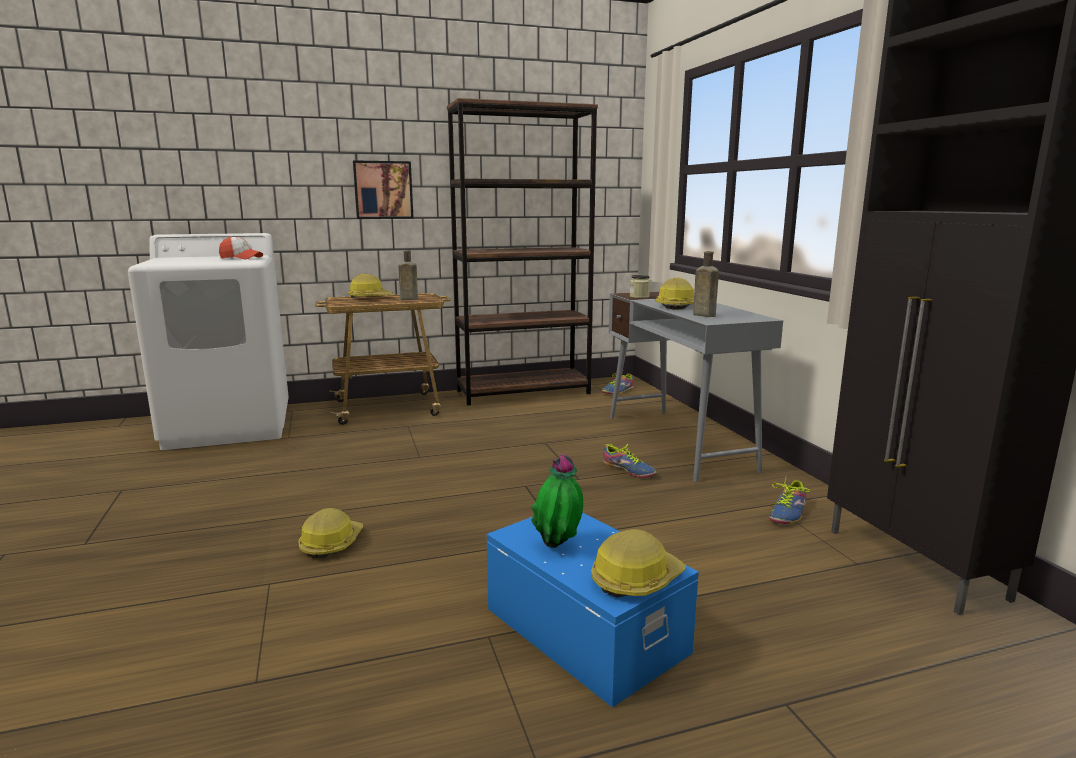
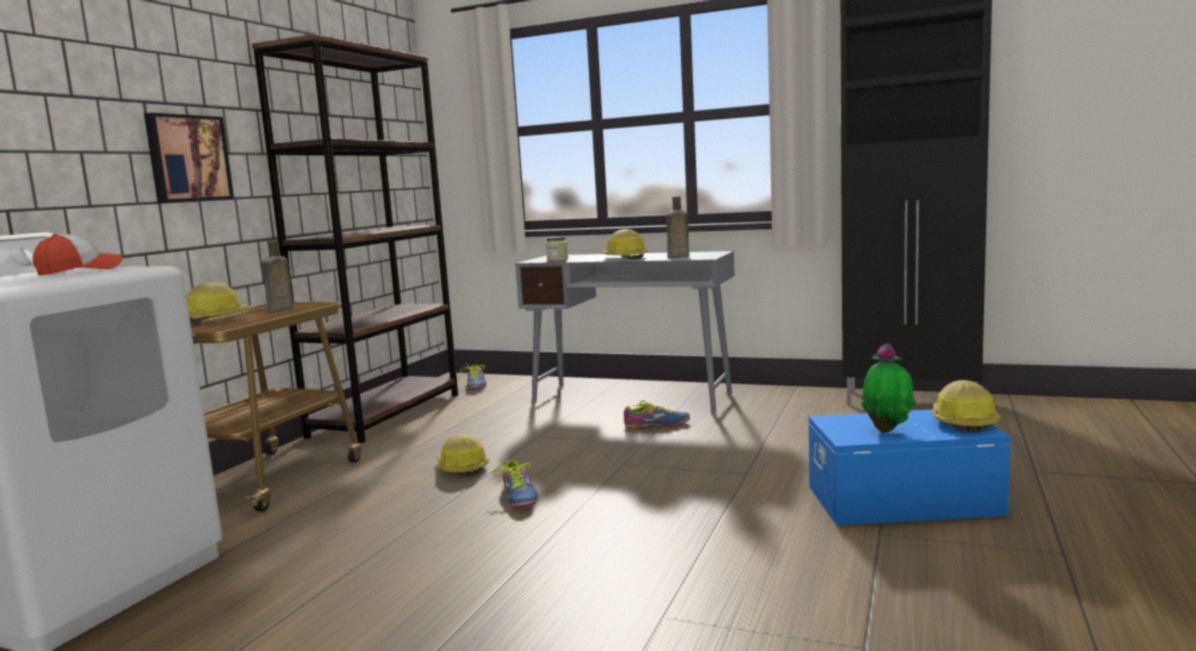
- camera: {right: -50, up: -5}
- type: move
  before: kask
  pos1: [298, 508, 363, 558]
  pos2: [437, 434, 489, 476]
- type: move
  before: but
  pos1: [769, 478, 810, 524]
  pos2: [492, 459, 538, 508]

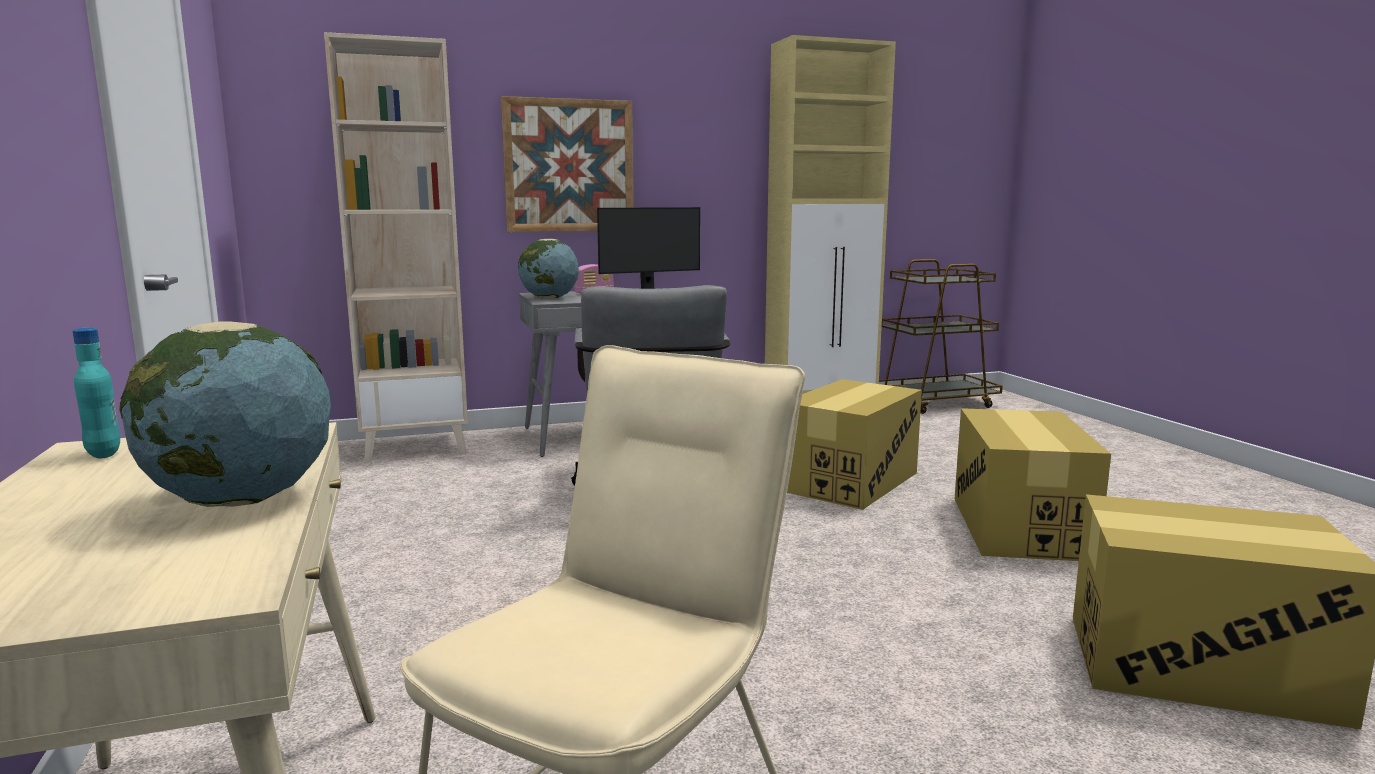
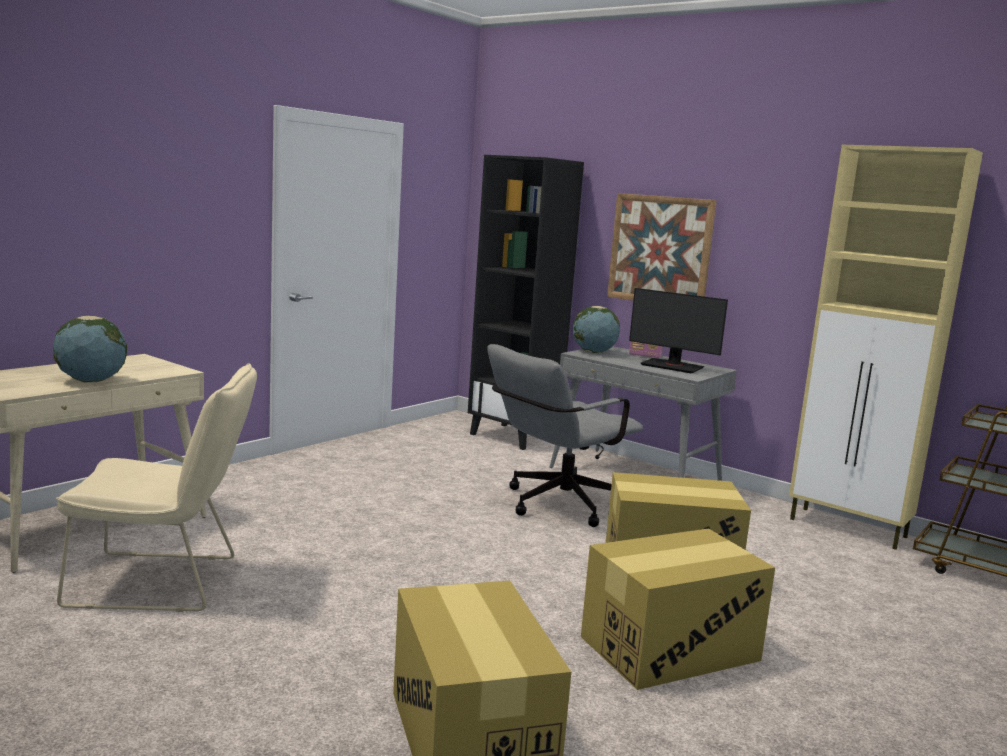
- camera: {right: 55, up: 0}
- type: delete
  before: butelka/turkusowy
  pos1: [73, 328, 120, 458]
- type: recolor
  before: regał/beżowy
  after: regał/czarny
  pos1: [324, 32, 468, 463]
  pos2: [468, 155, 584, 450]

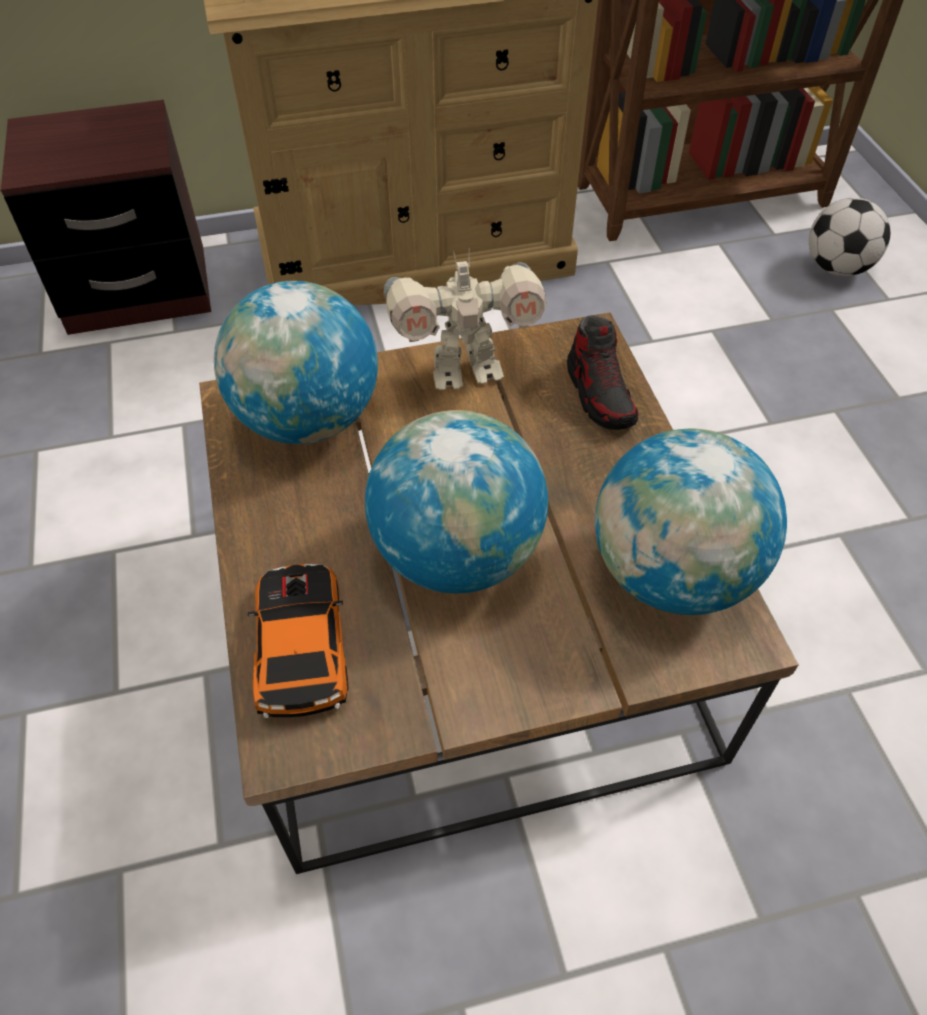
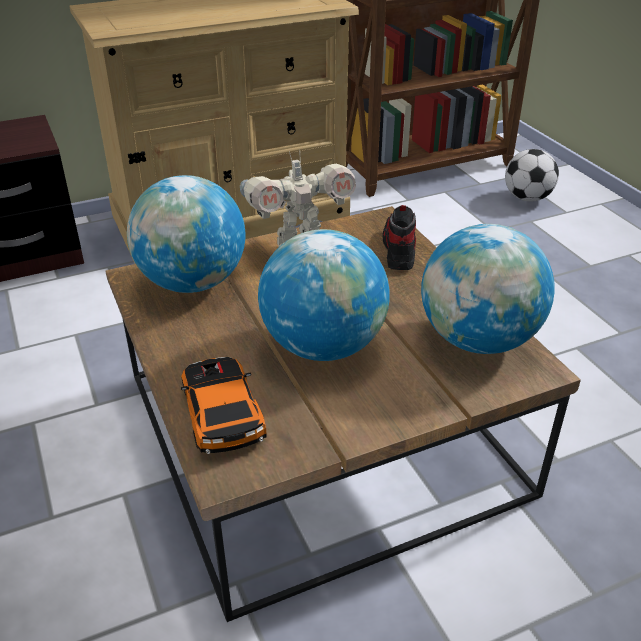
- camera: {right: -10, up: -15}
- type: rotate
  before: but
  pos1: [567, 316, 639, 430]
  pos2: [383, 205, 416, 270]
  turn: -150

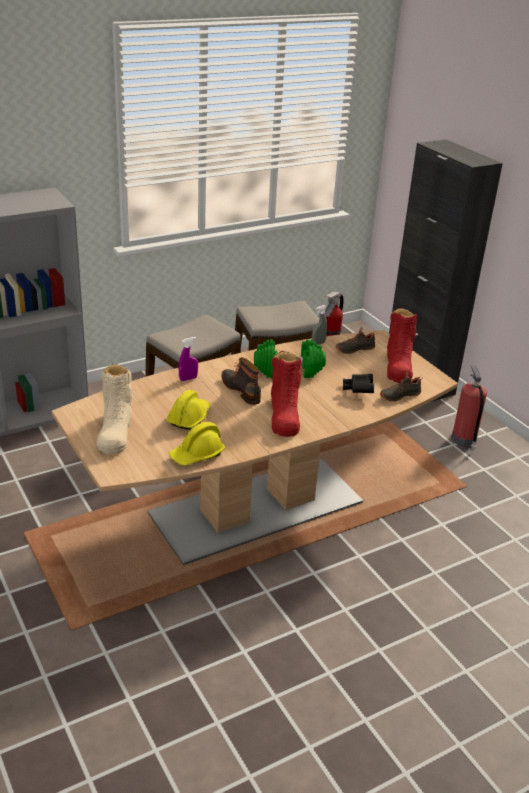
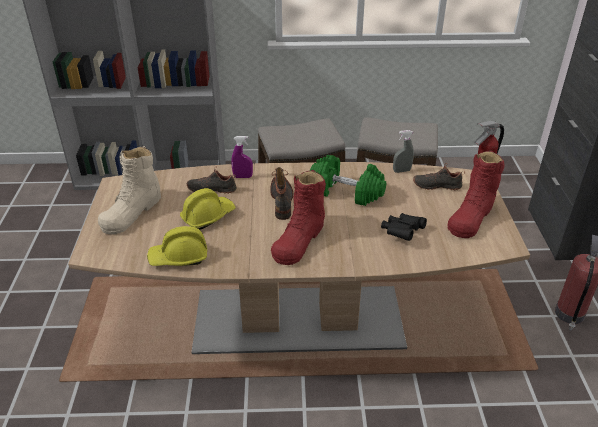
- camera: {right: 30, up: 5}
- type: move
  before: but/czarny
  pos1: [380, 372, 423, 402]
  pos2: [187, 167, 237, 194]

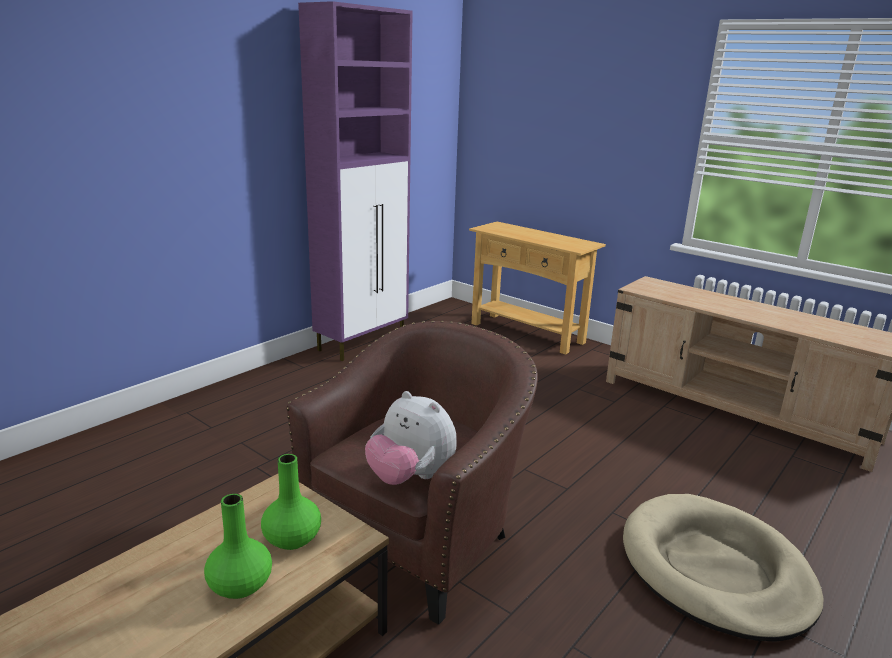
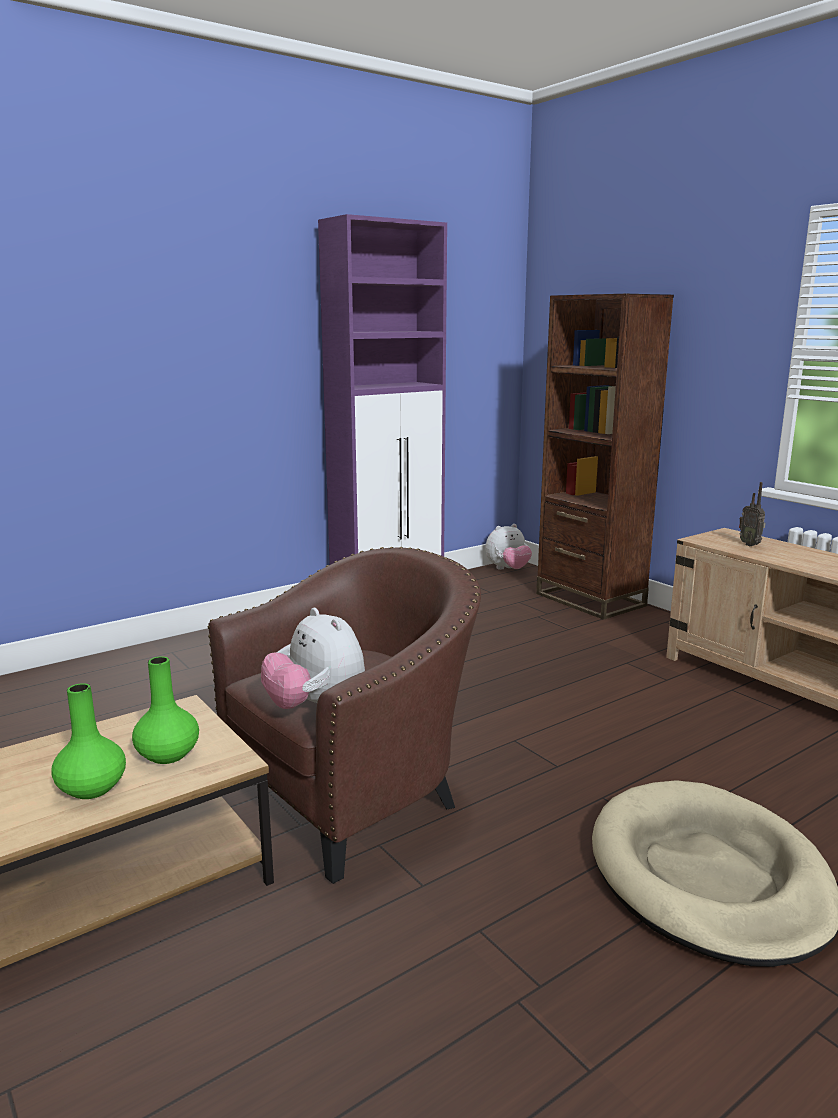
- camera: {right: 15, up: -5}
- type: insert
  after: pluszak
  pos2: [486, 524, 532, 570]
- type: insert
  after: radio
  pos2: [739, 482, 766, 546]
- type: replace
  before: stolik konsolowy/beżowy
  after: regał/brązowy
  pos1: [469, 221, 606, 355]
  pos2: [536, 294, 674, 620]

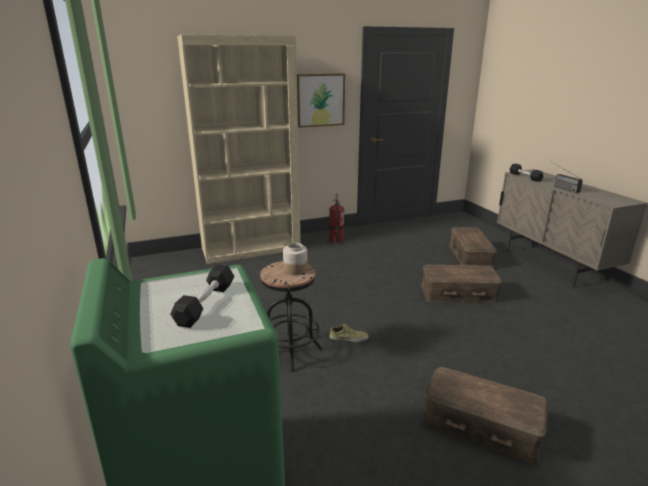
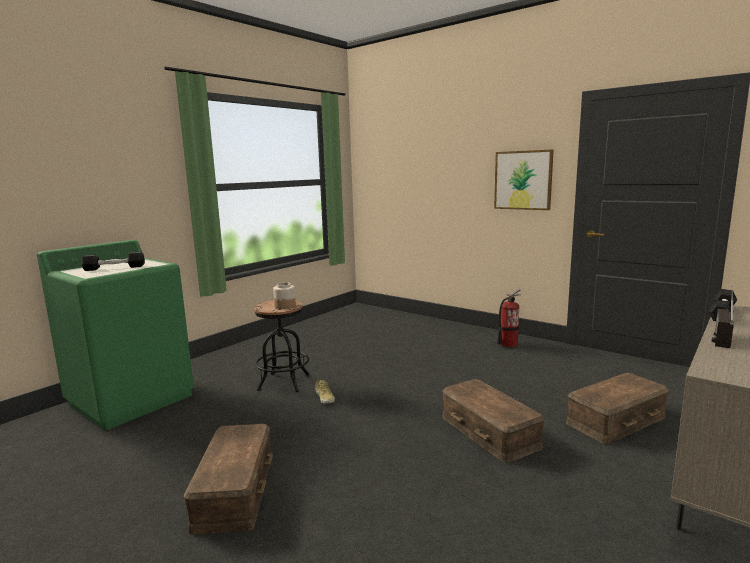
- camera: {right: 60, up: -10}
- type: delete
  before: regał/beżowy
  pos1: [177, 34, 301, 264]

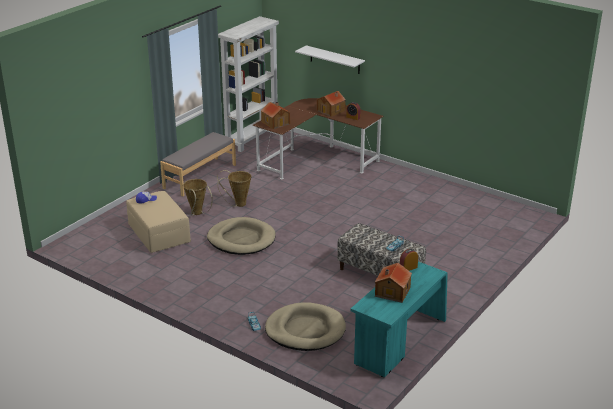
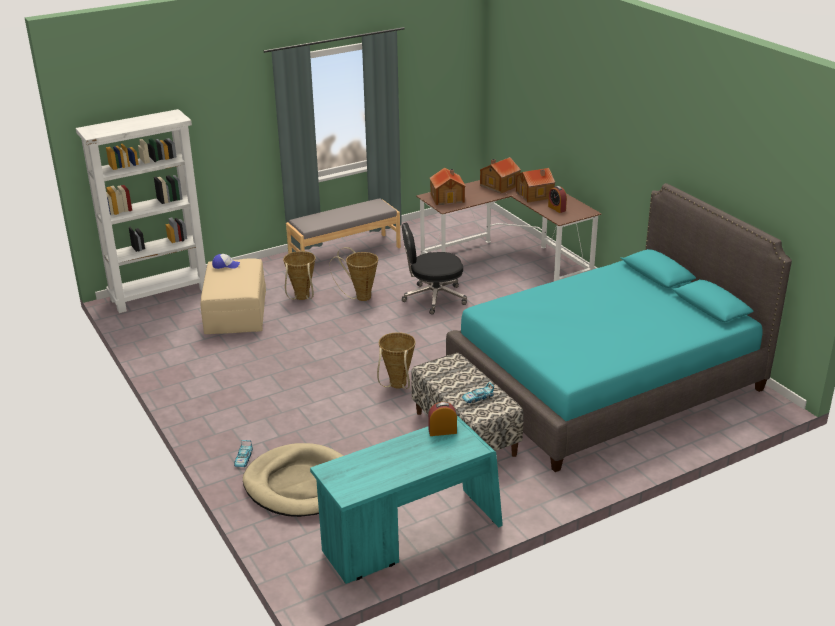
- camera: {right: 25, up: 0}
- type: delete
  before: legowisko/beżowy
  pos1: [207, 217, 276, 255]
- type: delete
  before: półka/biały
  pos1: [295, 45, 365, 74]
- type: insert
  after: koszyk
  pos2: [377, 332, 416, 389]
- type: insert
  after: krzesło biurowe/czarny
  pos2: [402, 223, 467, 314]
- type: insert
  after: łóżko/turkusowy
  pos2: [446, 183, 792, 472]
- type: move
  before: regał/biały
  pos1: [218, 16, 279, 152]
  pos2: [76, 109, 206, 313]
- type: move
  before: domek
  pos1: [375, 263, 412, 303]
  pos2: [480, 157, 521, 194]

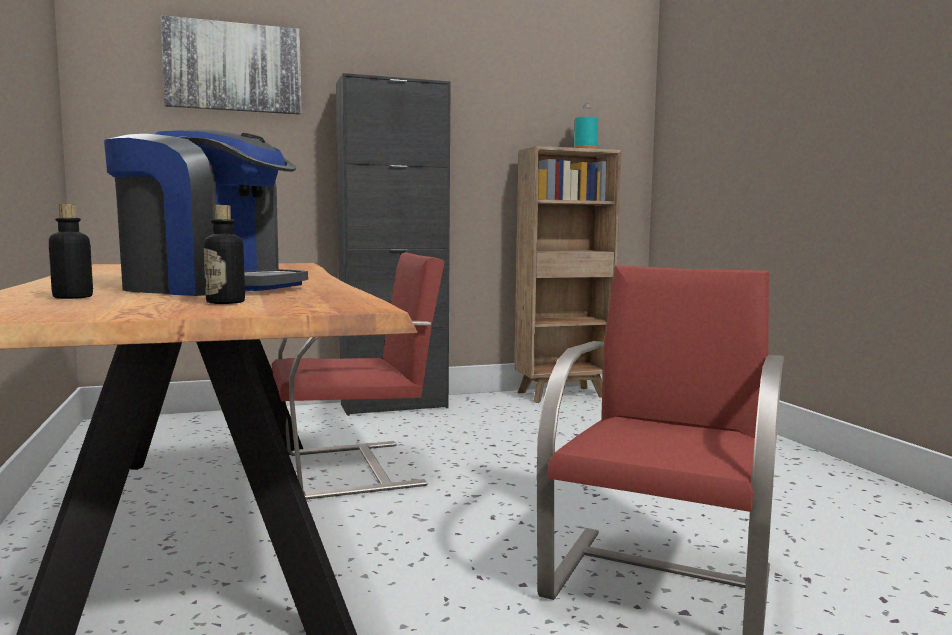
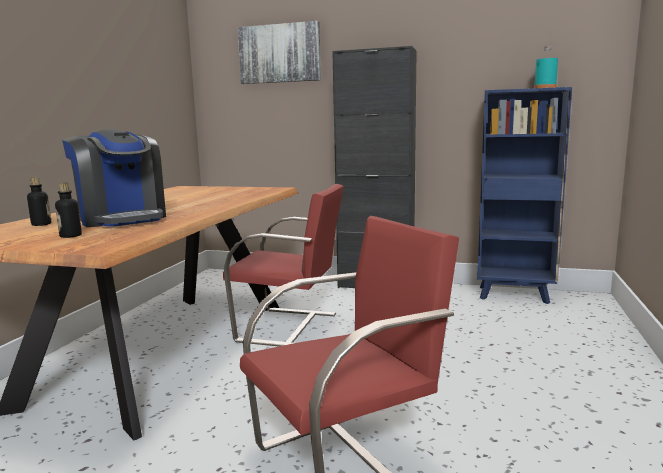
- camera: {right: 35, up: 5}
- type: recolor
  before: regał/brązowy
  after: regał/niebieski
  pos1: [514, 146, 621, 403]
  pos2: [477, 87, 572, 304]

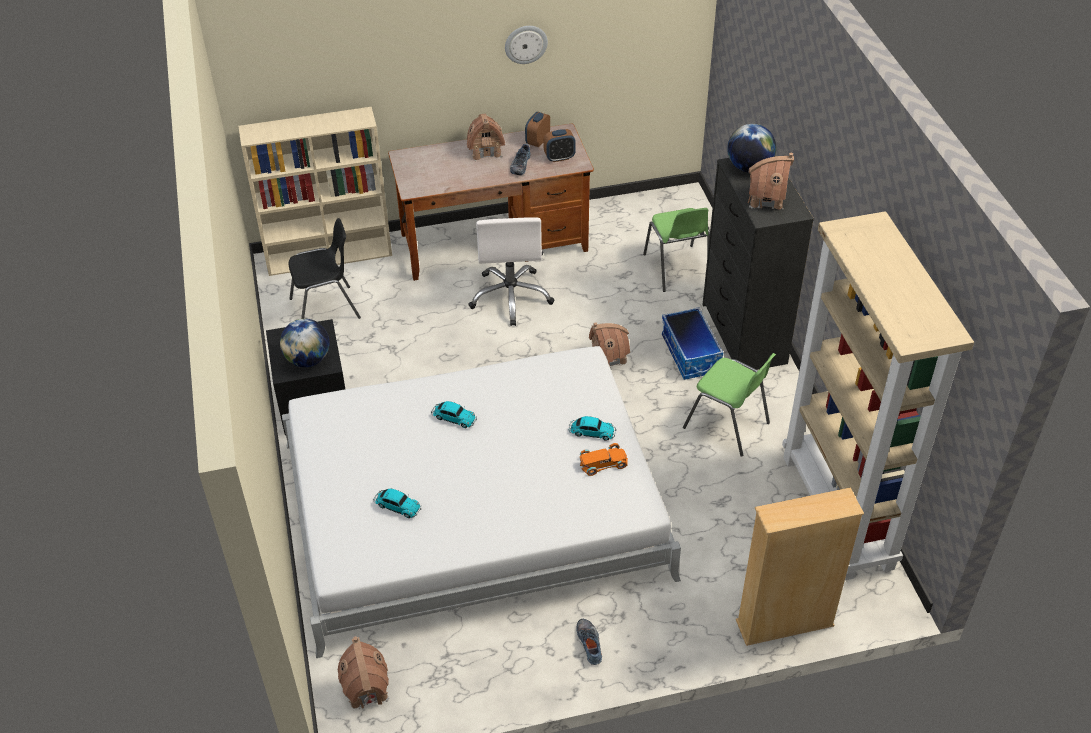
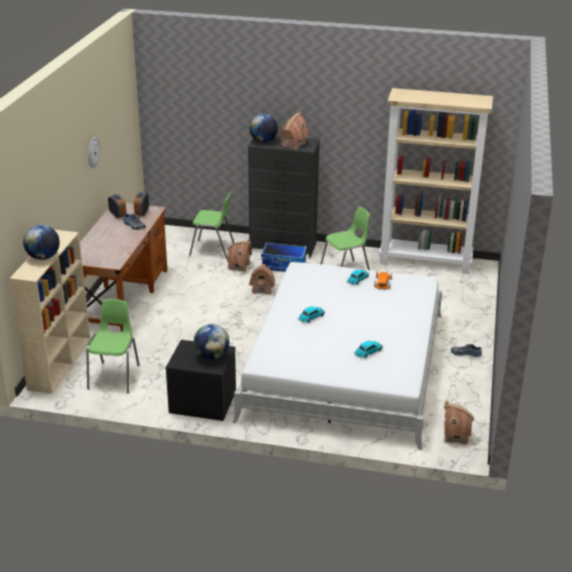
- camera: {right: -65, up: -15}
- type: delete
  before: krzesło biurowe/biały
  pos1: [468, 217, 554, 326]
- type: delete
  before: regał/beżowy
  pos1: [736, 487, 864, 646]
- type: insert
  after: globus
  pos2: [23, 224, 60, 260]
- type: move
  before: domek
  pos1: [467, 114, 505, 161]
  pos2: [227, 239, 252, 272]
- type: recolor
  before: krzesło/czarny
  after: krzesło/zielony
  pos1: [289, 218, 361, 319]
  pos2: [86, 299, 140, 393]

